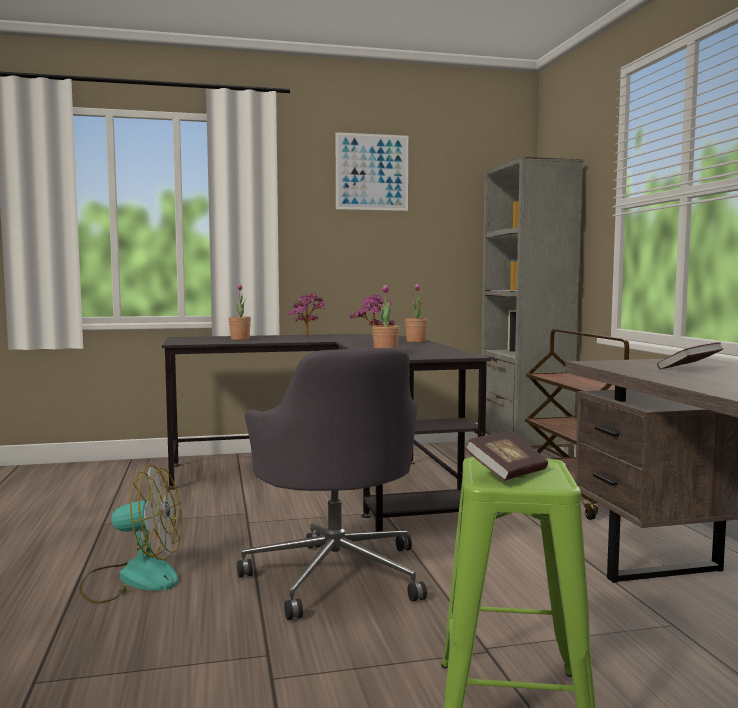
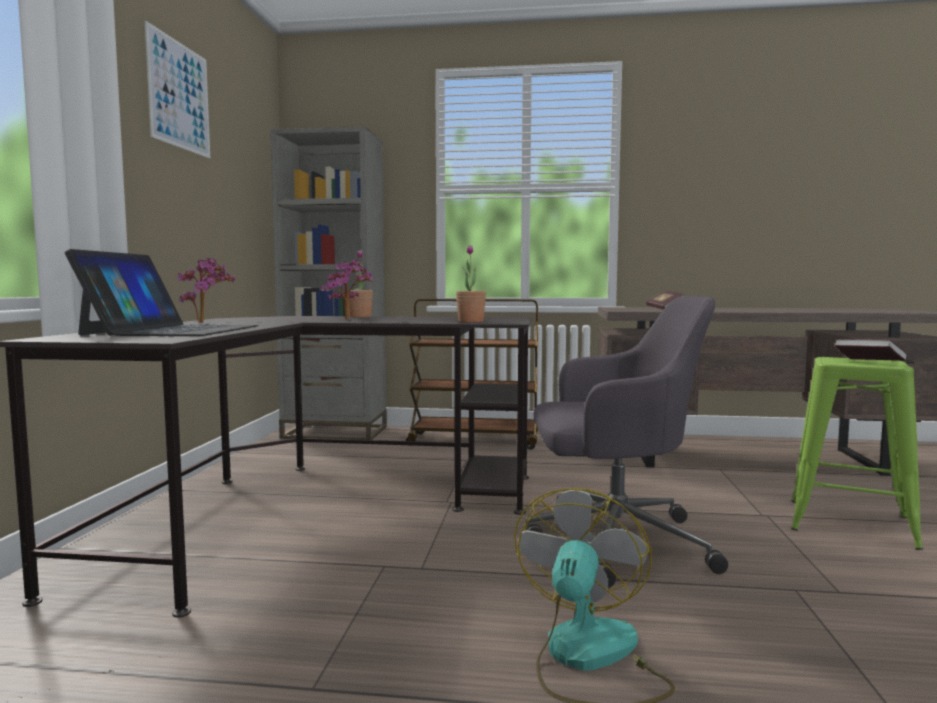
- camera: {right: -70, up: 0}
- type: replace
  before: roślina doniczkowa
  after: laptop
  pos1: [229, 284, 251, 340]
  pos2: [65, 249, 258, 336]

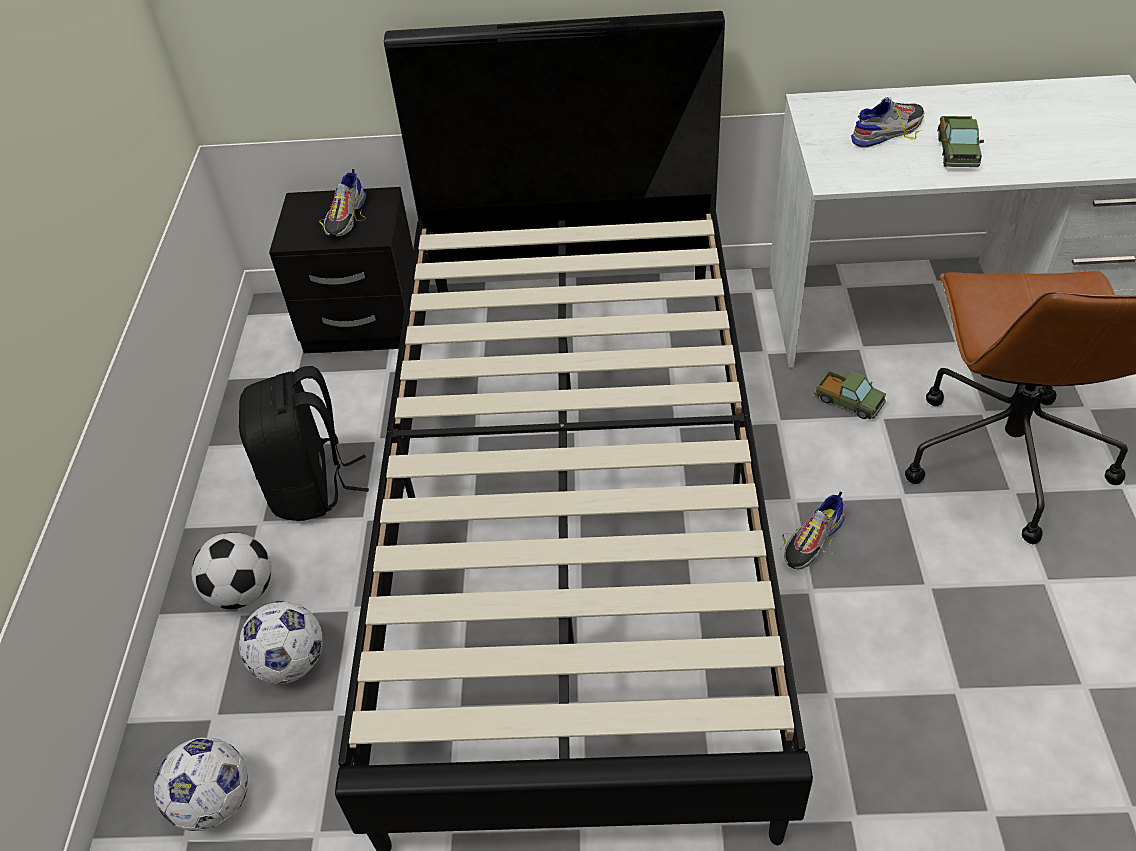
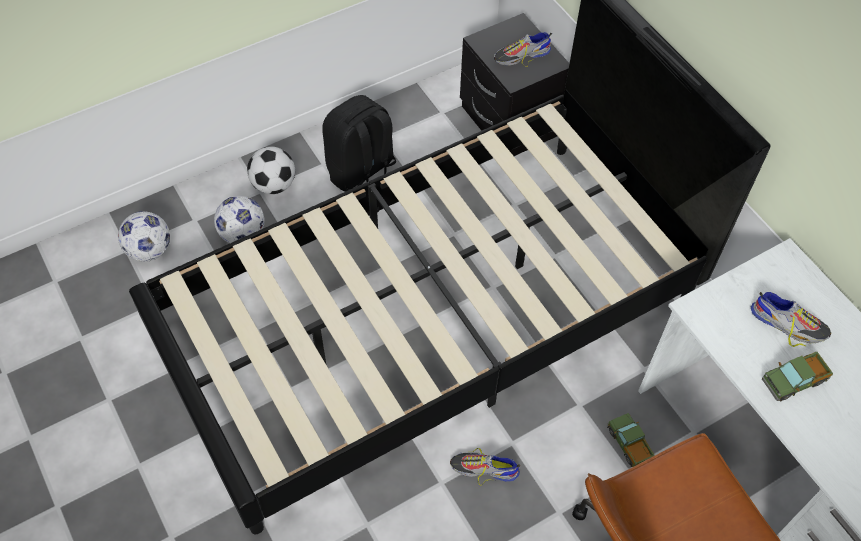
- camera: {right: 55, up: 10}
- type: rotate
  before: ciężarówka zabawkowa
  pos1: [814, 370, 886, 419]
  pos2: [607, 413, 655, 467]
  turn: 150

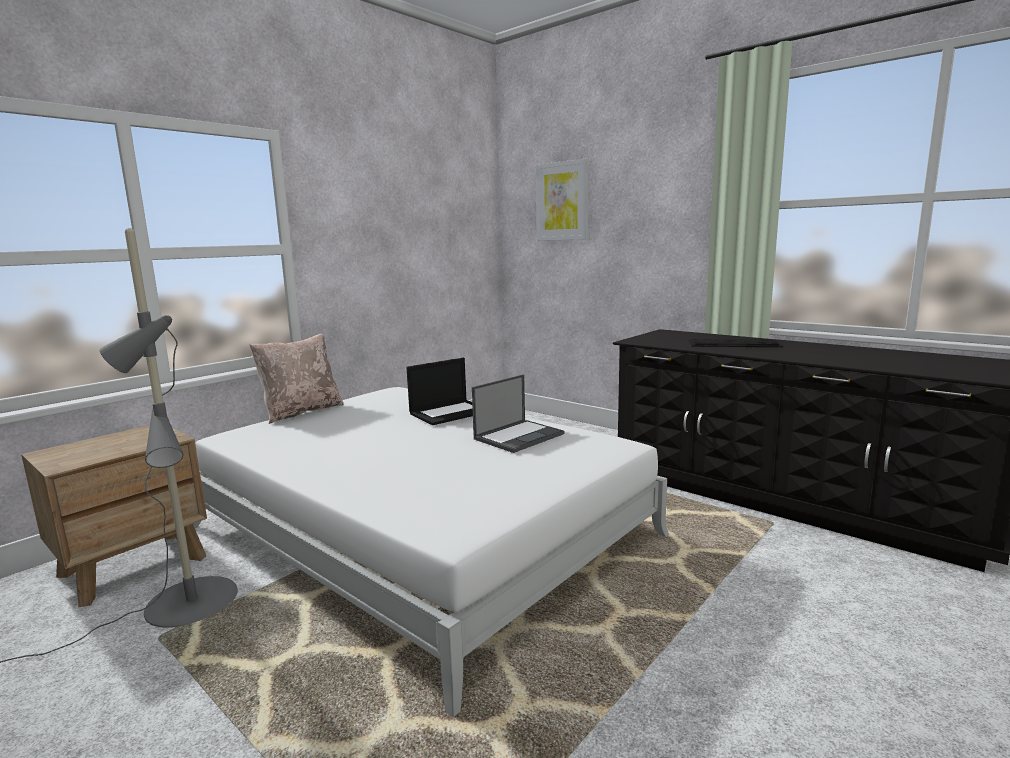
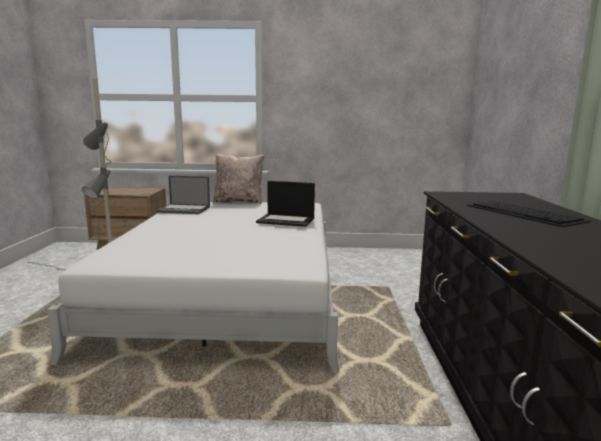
- camera: {right: 50, up: 0}
- type: delete
  before: obraz
  pos1: [536, 159, 589, 241]
- type: move
  before: laptop
  pos1: [472, 374, 564, 453]
  pos2: [156, 176, 210, 214]

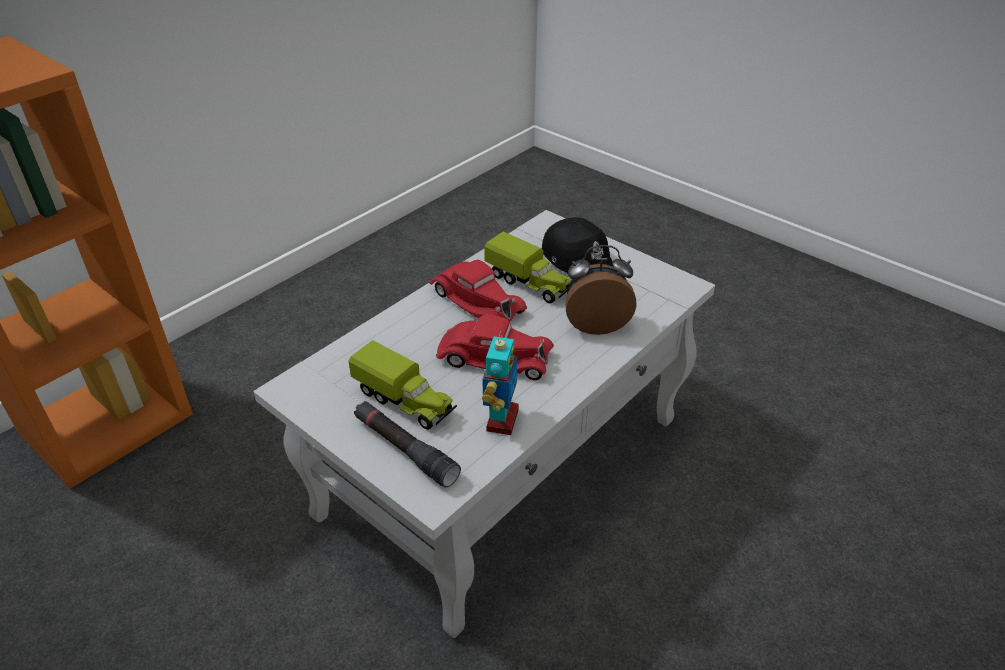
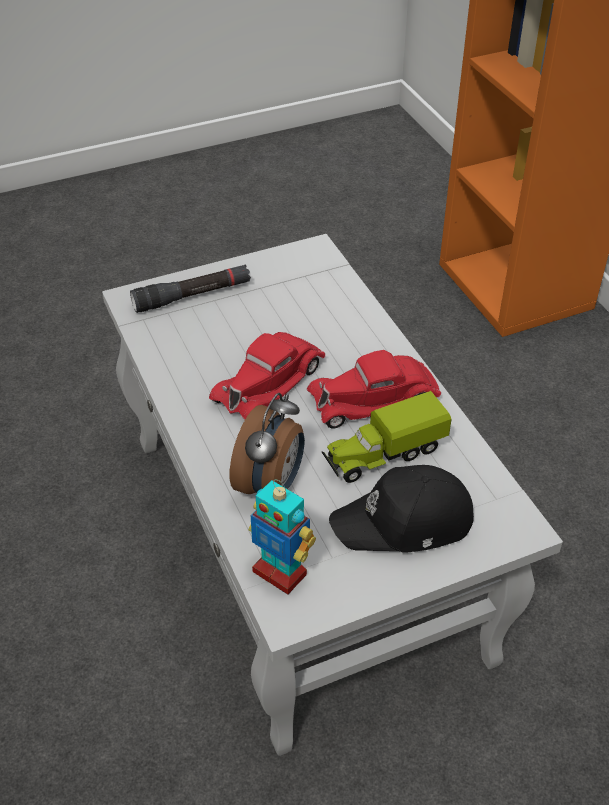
- camera: {right: 115, up: 5}
- type: delete
  before: ciężarówka zabawkowa
  pos1: [348, 340, 457, 430]
- type: move
  before: robot zabawkowy
  pos1: [482, 331, 519, 435]
  pos2: [249, 480, 316, 594]

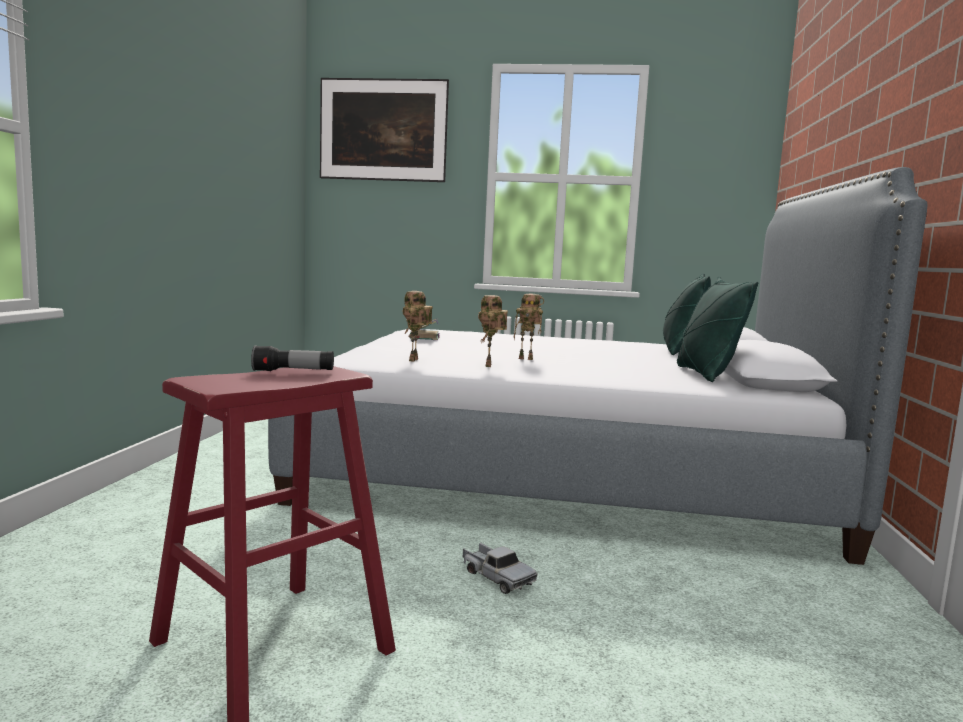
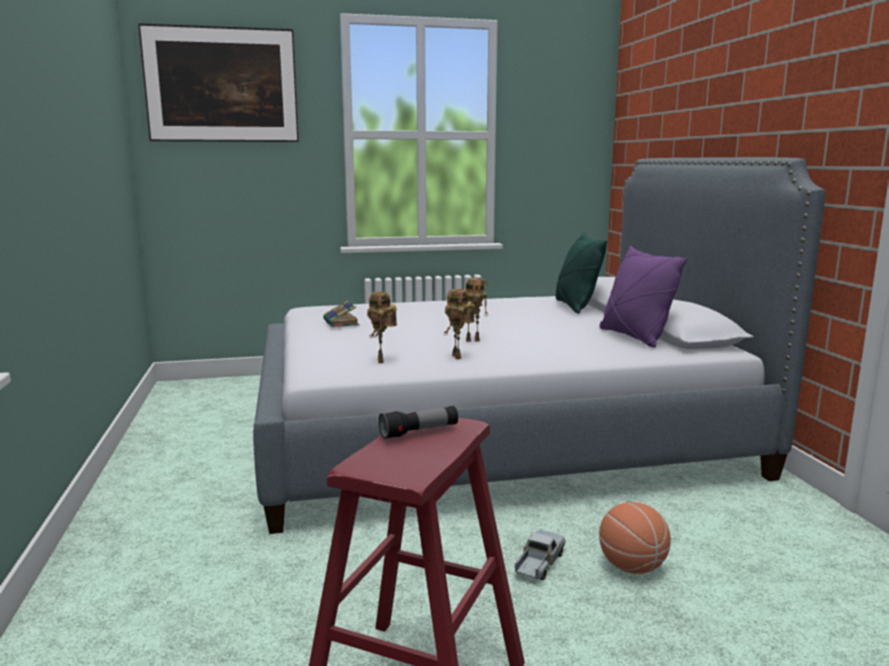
- camera: {right: -20, up: 5}
- type: insert
  after: piłka do koszykówki
  pos2: [599, 502, 671, 574]
- type: recolor
  before: poduszka/zielony
  after: poduszka/fioletowy
  pos1: [677, 276, 758, 382]
  pos2: [599, 246, 687, 348]
- type: rotate
  before: ciężarówka zabawkowa
  pos1: [463, 543, 537, 594]
  pos2: [515, 530, 566, 580]
  turn: -90

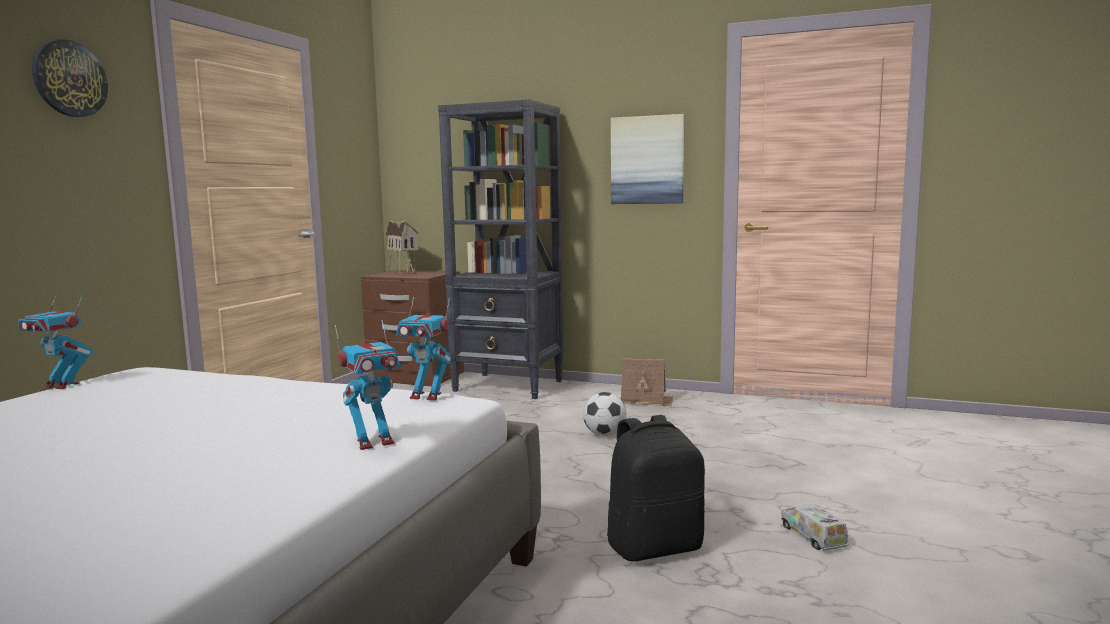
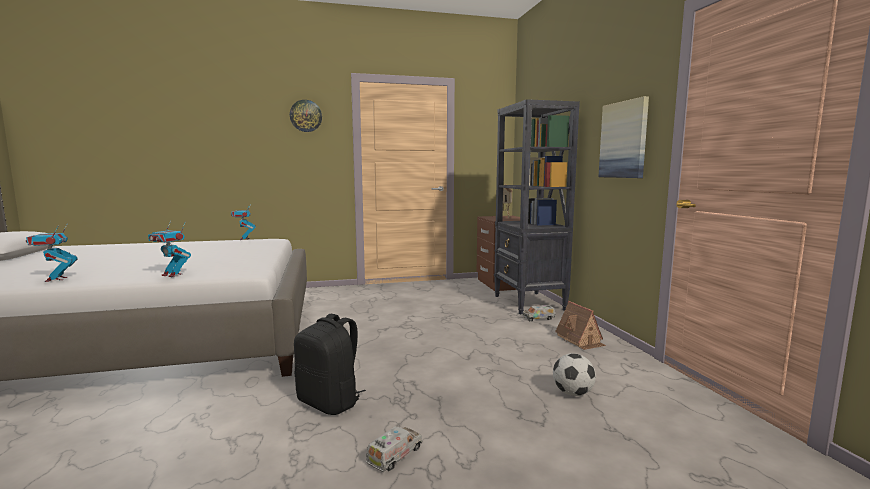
- camera: {right: 55, up: 0}
- type: insert
  after: ciężarówka zabawkowa
  pos2: [522, 305, 555, 321]
- type: move
  before: robot zabawkowy
  pos1: [396, 297, 451, 400]
  pos2: [26, 223, 78, 282]
- type: move
  before: piłka futbolowa
  pos1: [583, 392, 627, 436]
  pos2: [553, 353, 596, 396]

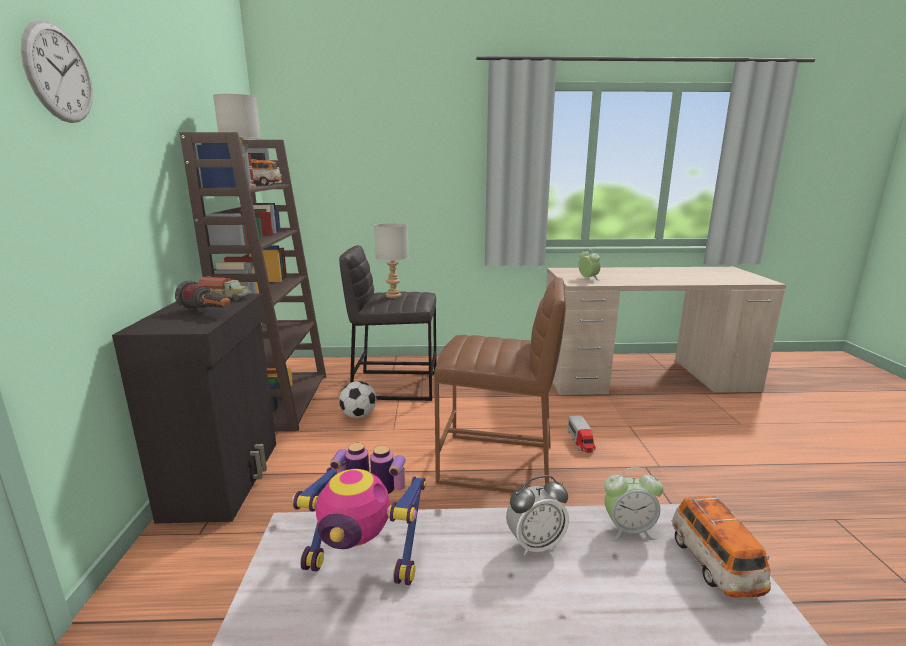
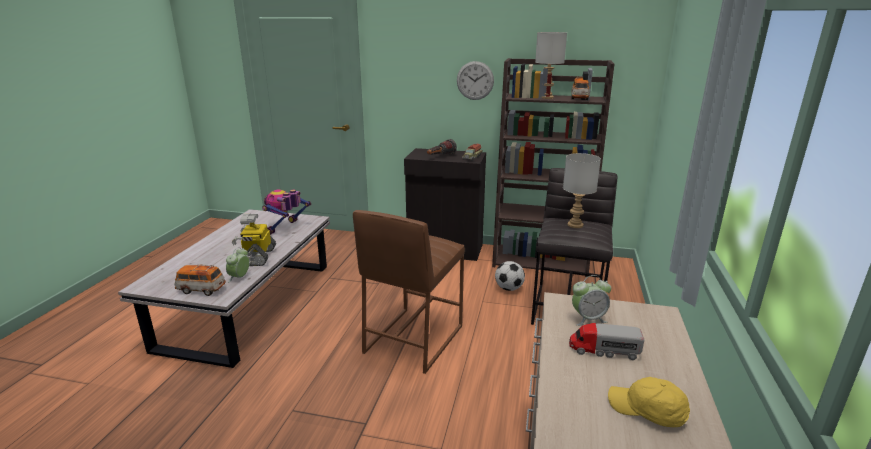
- camera: {right: 105, up: 5}
- type: insert
  after: czapka z daszkiem/żółty
  pos2: [608, 377, 690, 427]
- type: move
  before: zegar ścienny
  pos1: [20, 20, 93, 123]
  pos2: [457, 61, 494, 100]
- type: move
  before: ciężarówka zabawkowa
  pos1: [568, 415, 596, 453]
  pos2: [569, 323, 644, 360]
- type: replace
  before: budzik
  after: robot zabawkowy
  pos1: [506, 476, 569, 555]
  pos2: [232, 214, 276, 266]

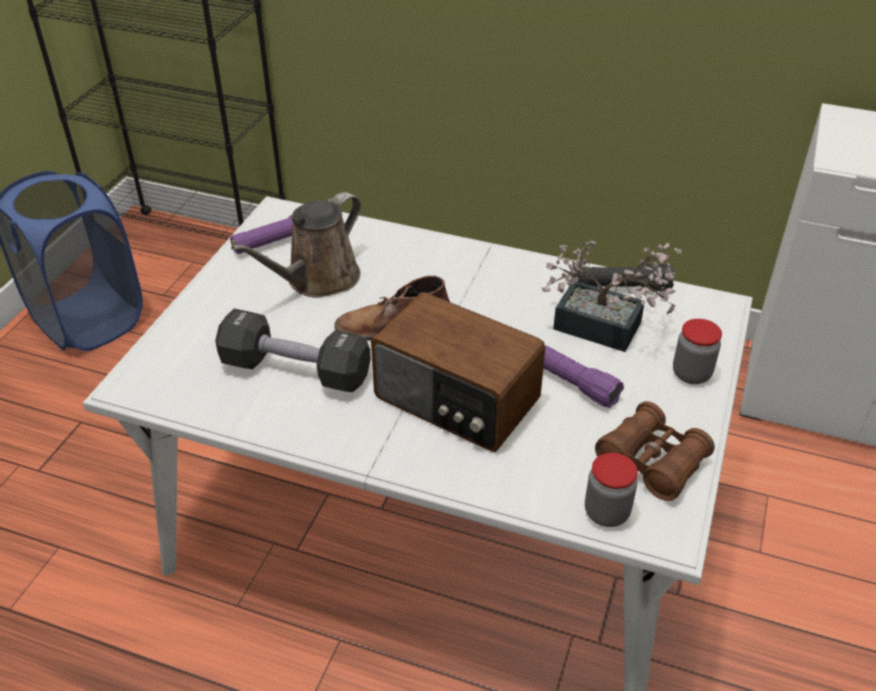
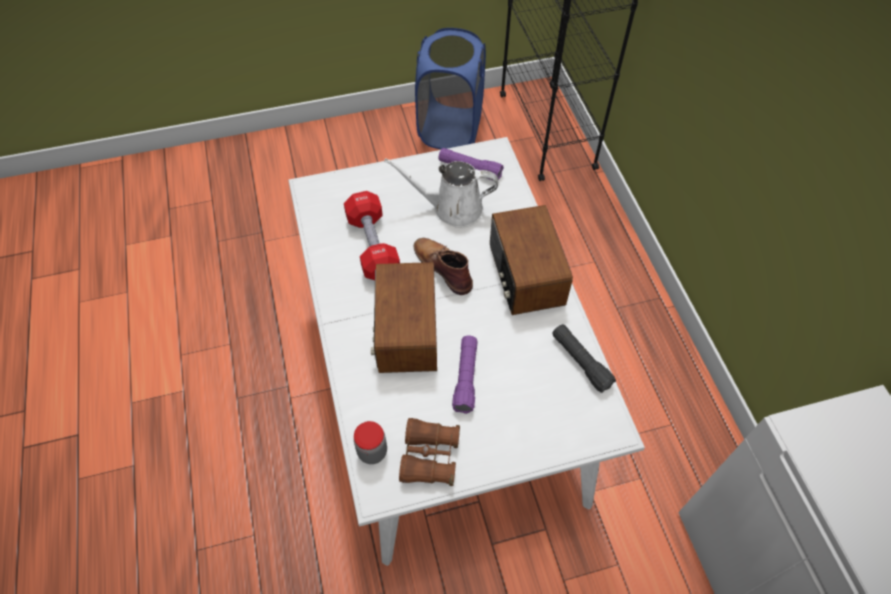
- camera: {right: 55, up: 15}
- type: delete
  before: roślina doniczkowa
  pos1: [541, 241, 682, 352]
- type: delete
  before: słoik
  pos1: [673, 319, 722, 384]
- type: insert
  after: radio
  pos2: [490, 205, 573, 315]
- type: recolor
  before: hantel/czarny
  after: hantel/czerwony
  pos1: [215, 308, 371, 392]
  pos2: [344, 191, 400, 280]
- type: recolor
  before: konewka/brązowy
  after: konewka/biały
  pos1: [231, 192, 361, 298]
  pos2: [384, 158, 499, 228]

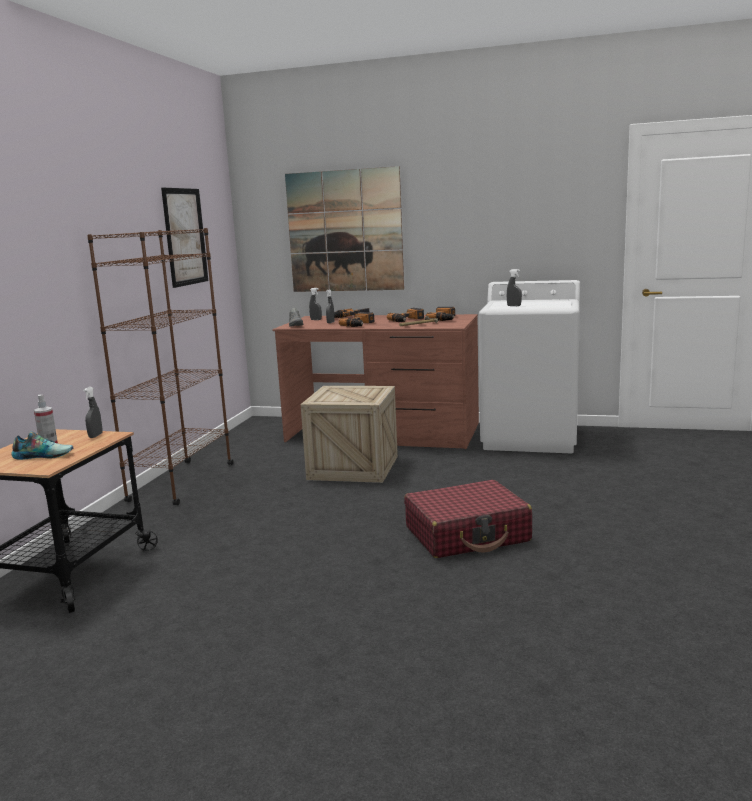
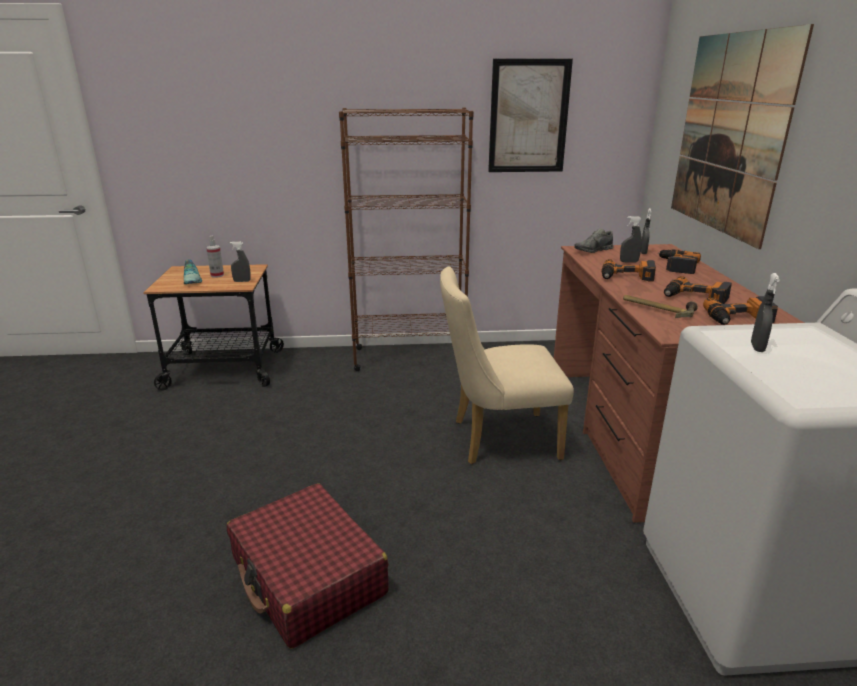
- camera: {right: 70, up: 10}
- type: replace
  before: skrzynka
  after: krzesło/beżowy
  pos1: [301, 386, 398, 483]
  pos2: [440, 267, 574, 464]

